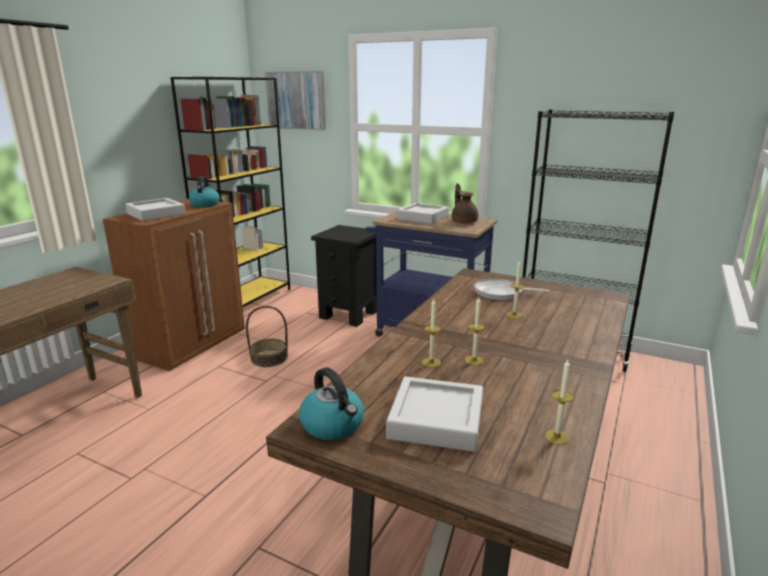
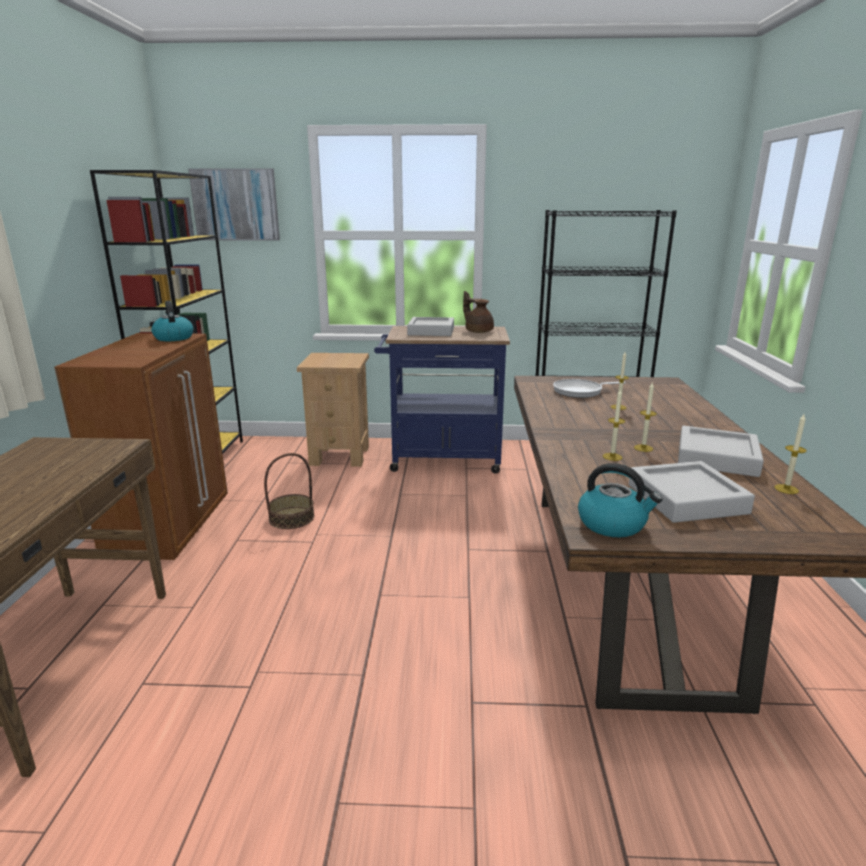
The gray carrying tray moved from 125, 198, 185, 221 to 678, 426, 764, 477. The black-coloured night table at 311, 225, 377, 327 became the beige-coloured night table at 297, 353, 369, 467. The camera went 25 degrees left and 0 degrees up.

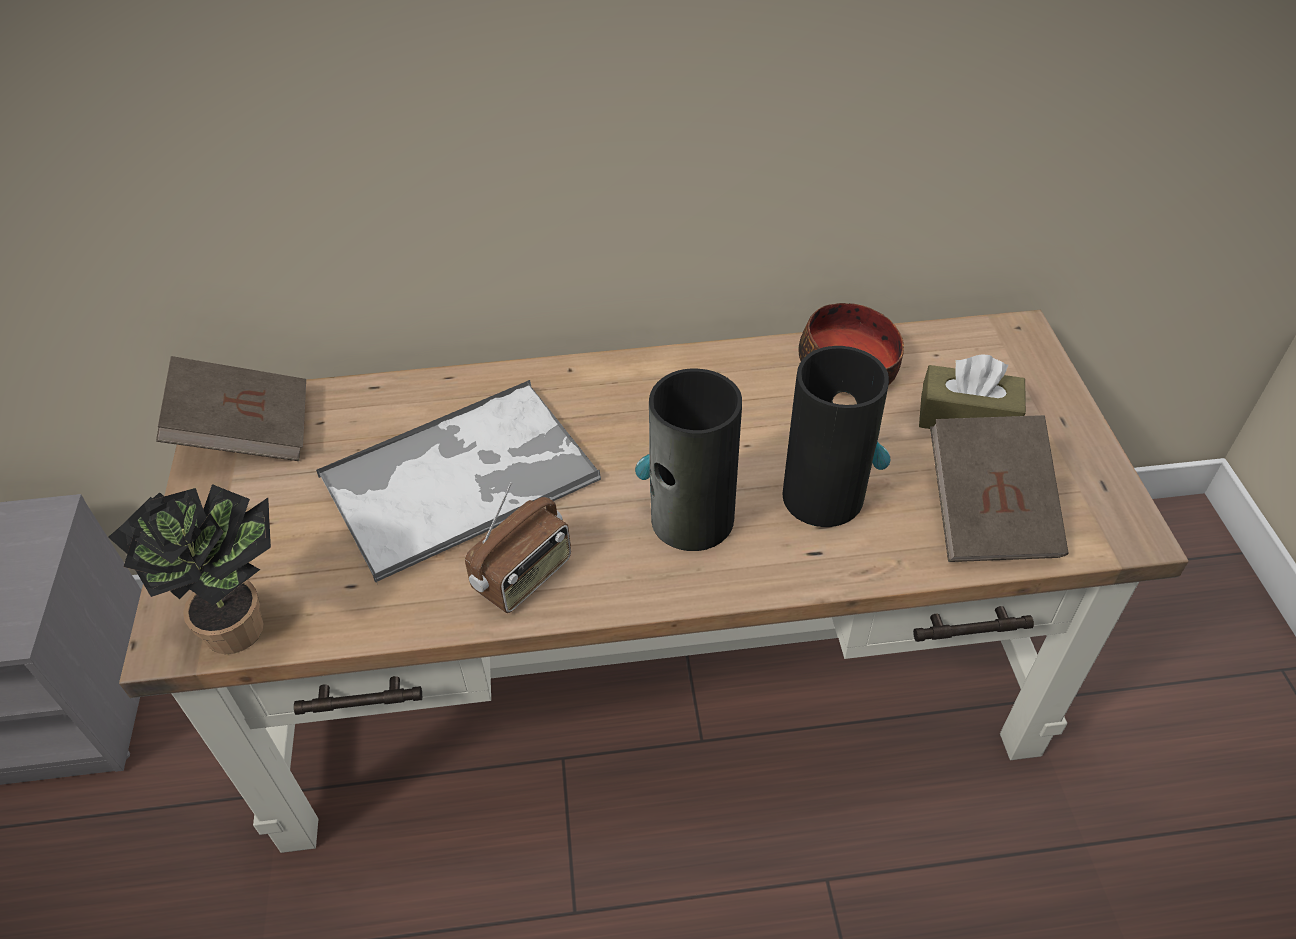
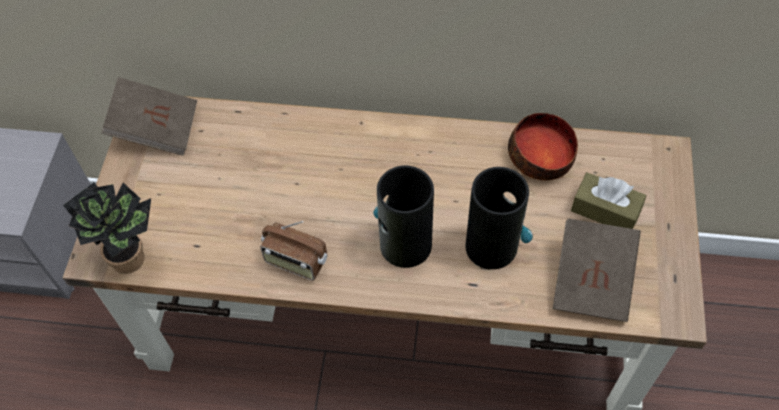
The carrying tray at 316, 380, 601, 583 disappeared. The radio at 465, 482, 571, 613 turned 60 degrees clockwise. The camera went 15 degrees right and 10 degrees up.

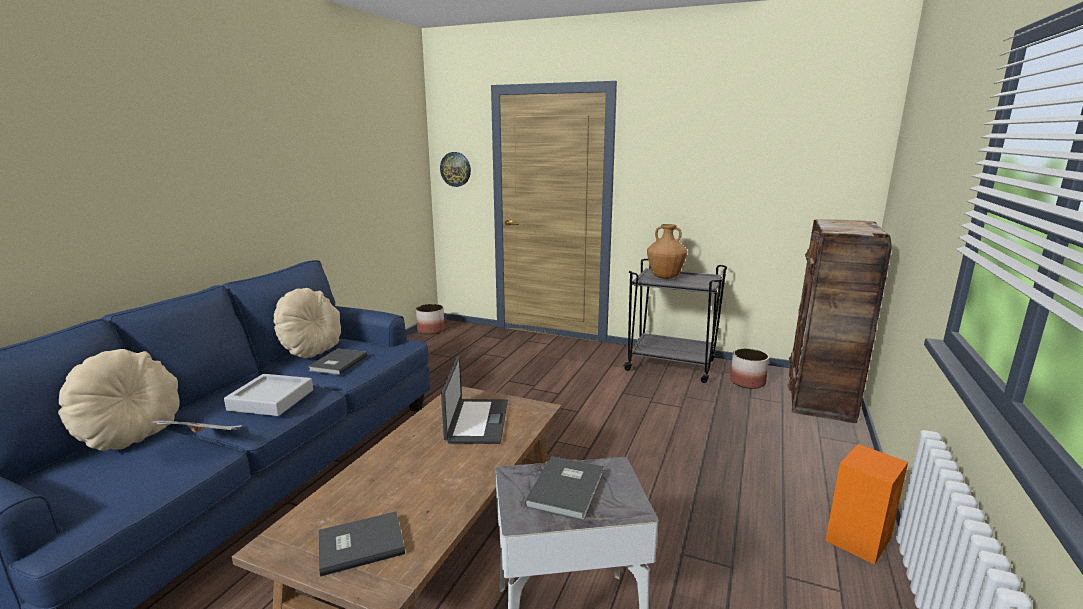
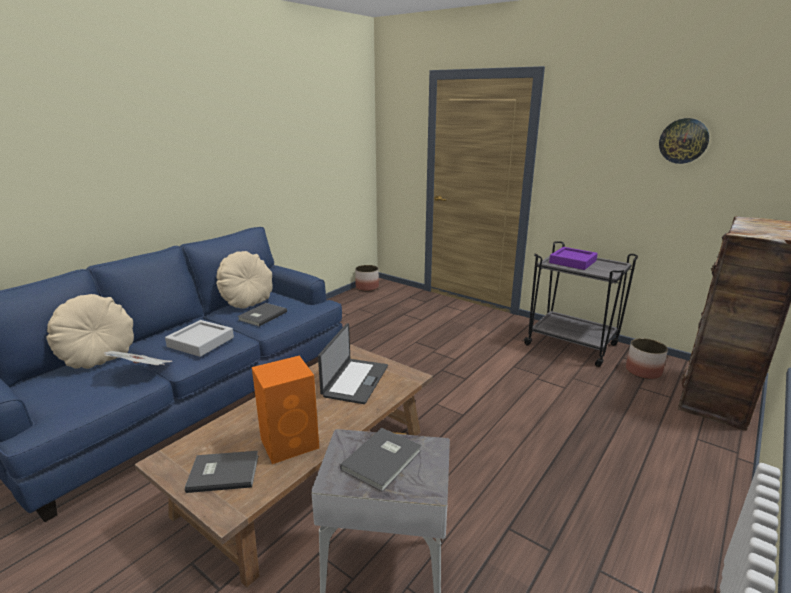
The wall clock moved from 440, 152, 471, 187 to 659, 118, 709, 164. The brownish vase at 647, 224, 688, 279 was replaced by the purplish carrying tray at 549, 247, 598, 270. The orangey loudspeaker moved from 825, 444, 908, 565 to 252, 356, 319, 464. The camera went 15 degrees right and 5 degrees up.

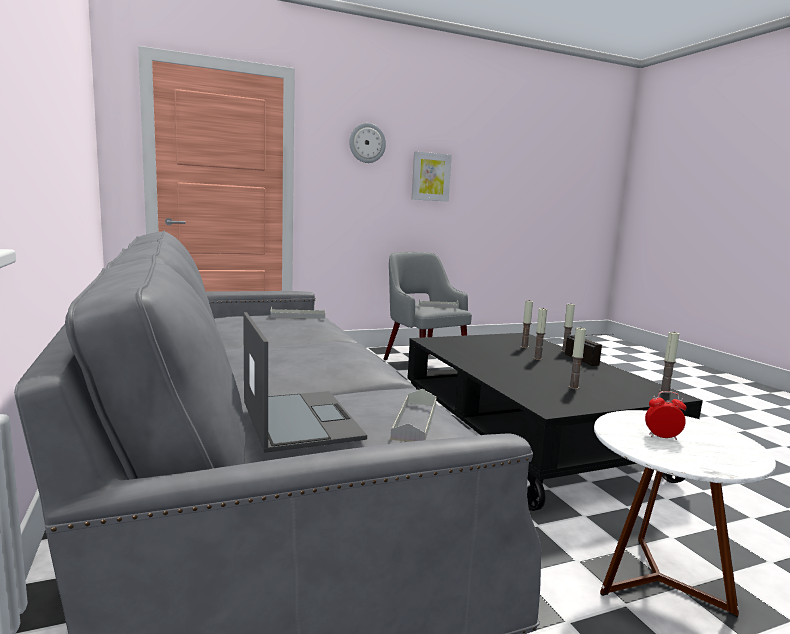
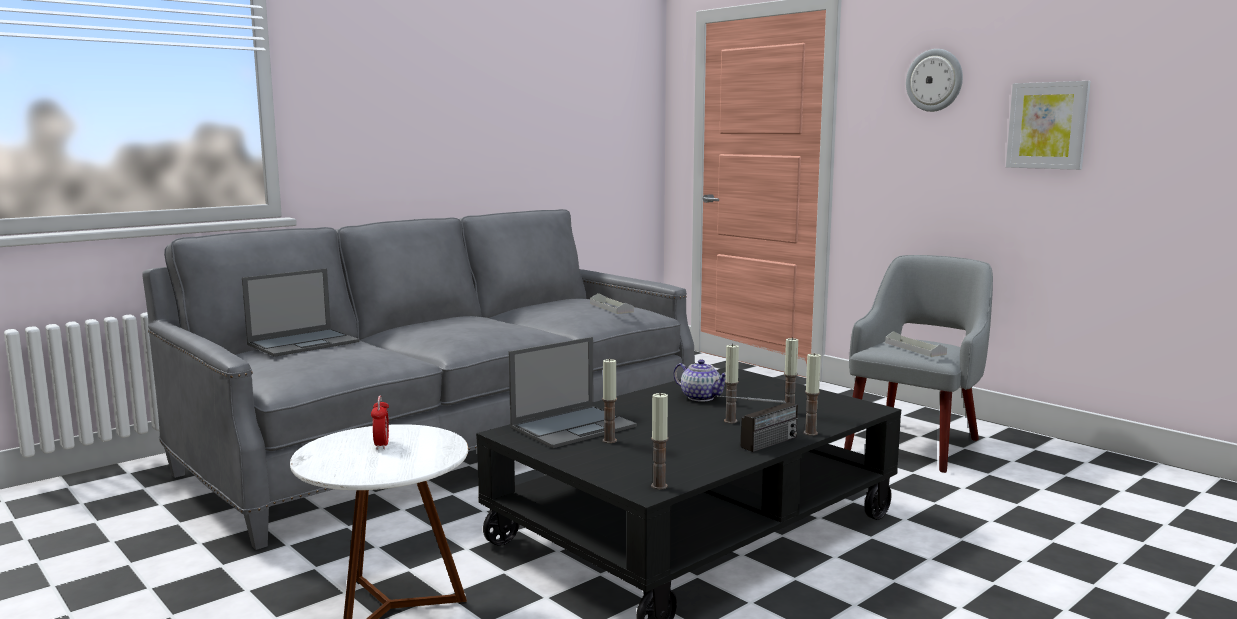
The gray carrying tray at 391, 389, 437, 442 disappeared. The notebook computer at 509, 337, 637, 448 appeared. The tea pot at 674, 359, 726, 402 appeared. The camera went 70 degrees right and 0 degrees up.

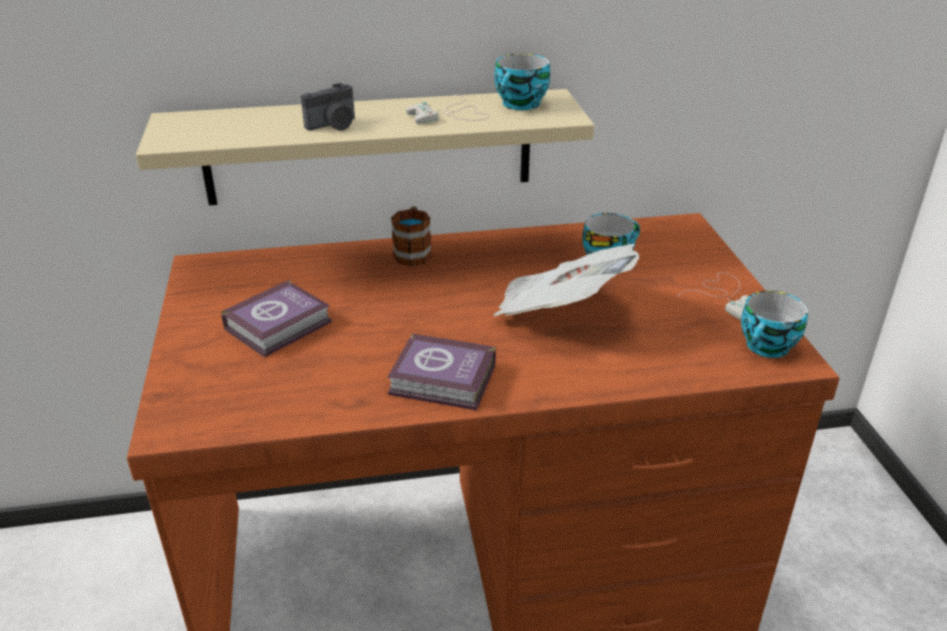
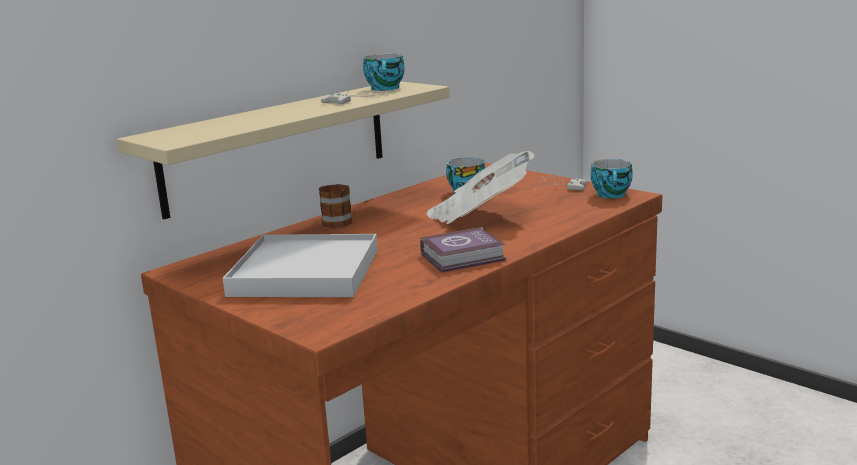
The volume at 221, 280, 332, 357 was replaced by the whitish carrying tray at 223, 234, 378, 297. The photo camera at 301, 83, 355, 131 disappeared. The camera went 35 degrees left and 15 degrees down.

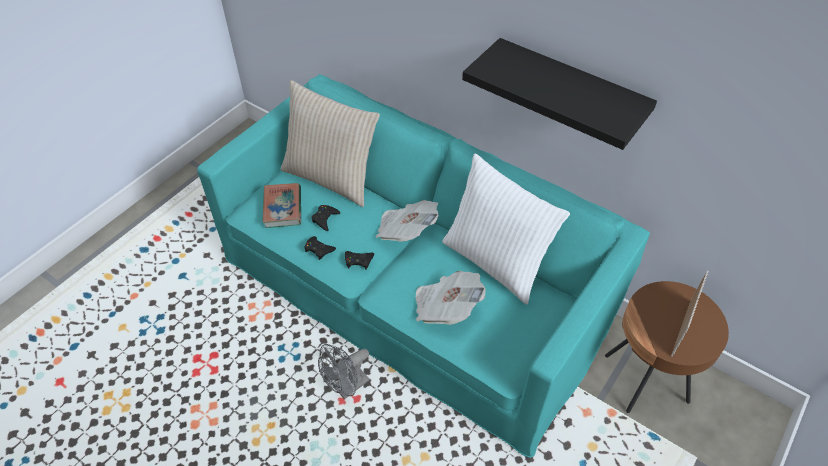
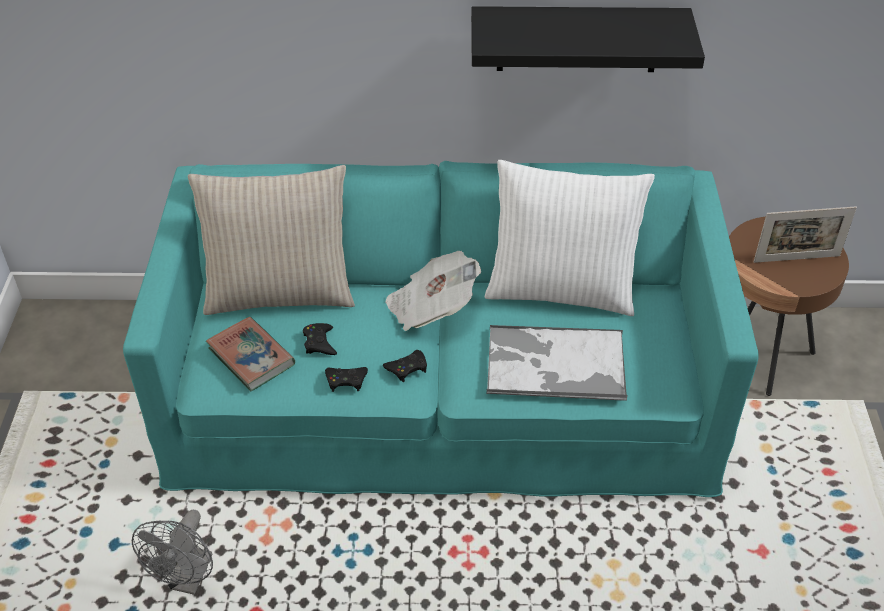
The gray cooling fan moved from 318, 344, 370, 400 to 132, 510, 213, 595. The printed paper at 416, 271, 486, 325 was replaced by the carrying tray at 486, 325, 628, 401. The picture frame at 671, 271, 708, 357 turned 90 degrees clockwise. The camera went 35 degrees left and 5 degrees down.

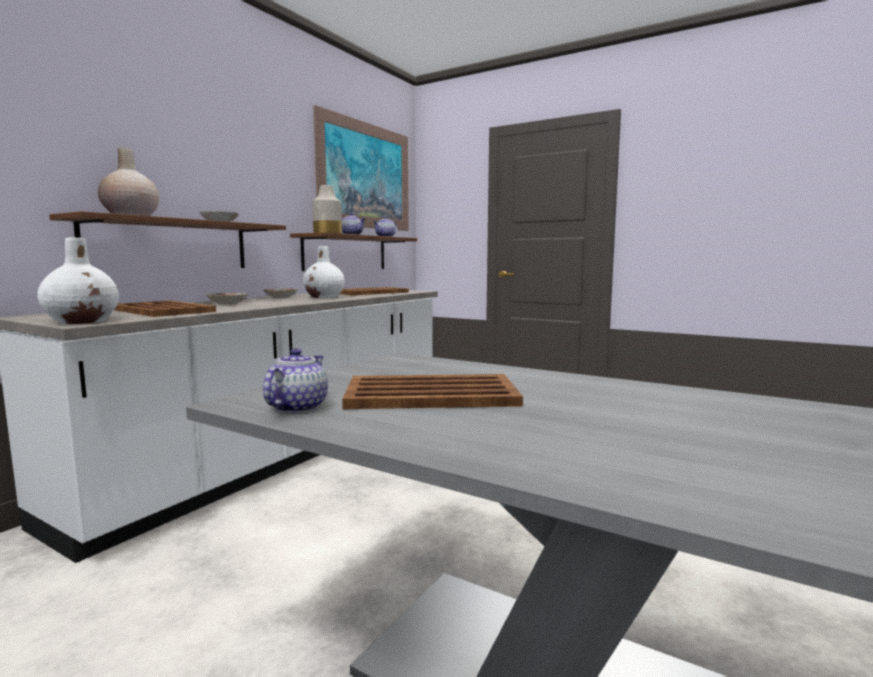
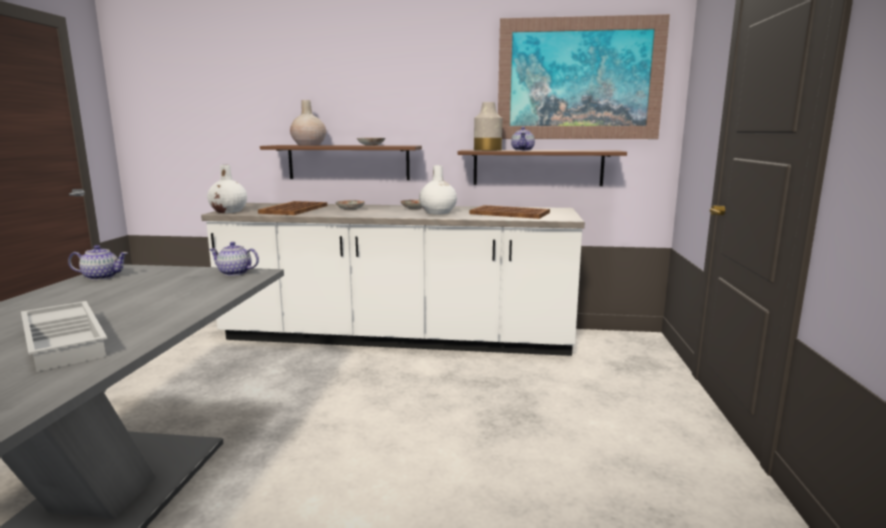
The brownish carrying tray at 342, 374, 523, 409 disappeared. The tea pot moved from 373, 216, 398, 237 to 209, 242, 259, 276. The whitish carrying tray at 21, 301, 107, 372 appeared. The camera went 65 degrees right and 5 degrees up.

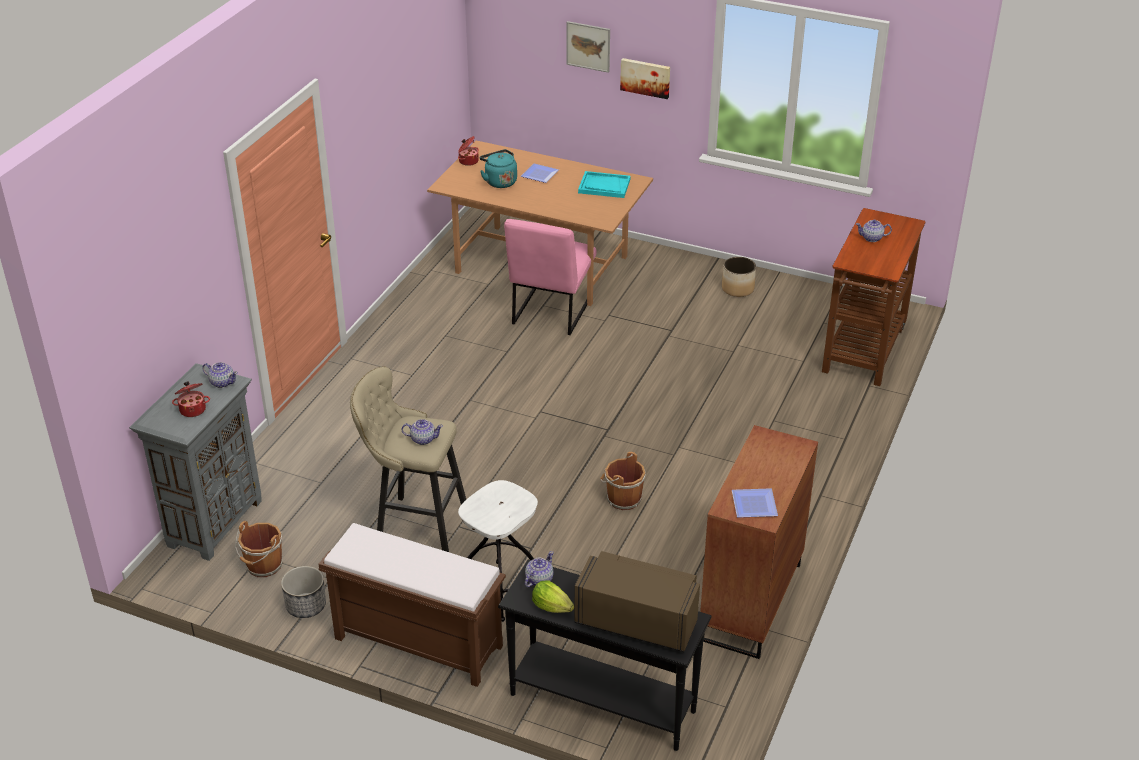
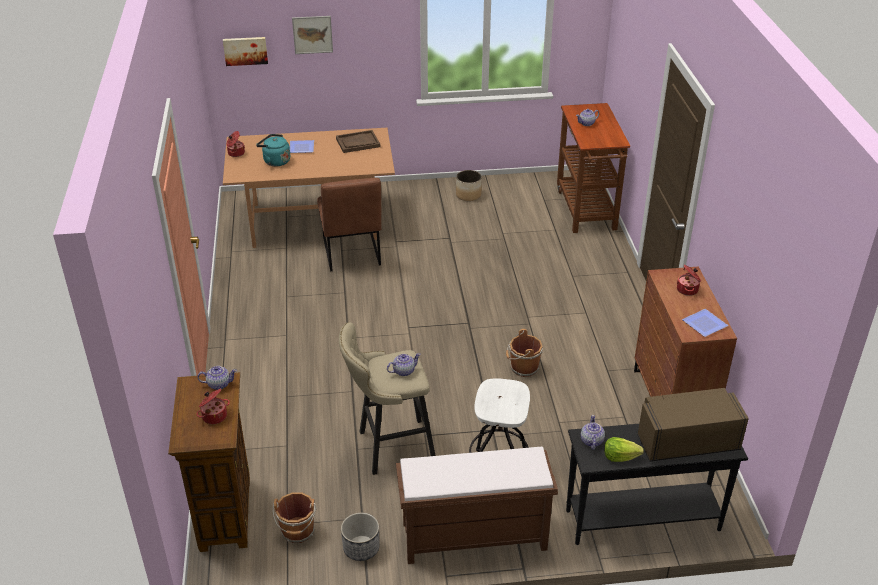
The gray cabinet at 129, 363, 261, 561 became the brownish cabinet at 168, 372, 250, 552. The pinkish plain chair at 504, 219, 597, 335 became the brownish plain chair at 317, 178, 382, 271. The turquoise-coloured carrying tray at 578, 171, 631, 198 became the brownish carrying tray at 336, 130, 380, 153. The wall art moved from 620, 58, 670, 99 to 223, 37, 268, 66. The stockpot at 677, 265, 701, 296 appeared. The camera went 30 degrees left and 0 degrees up.

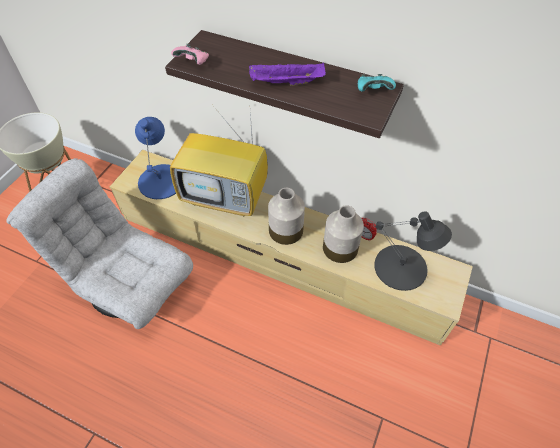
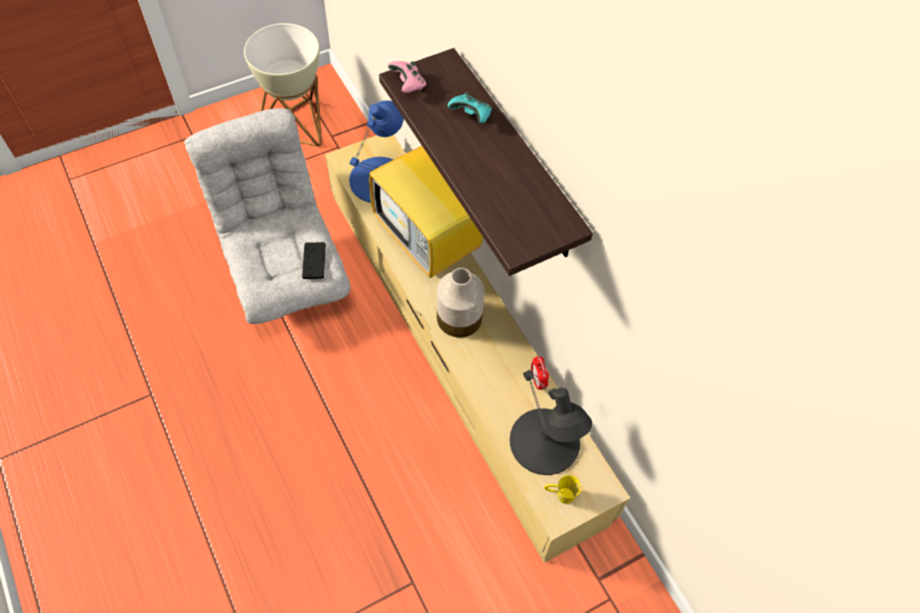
The purplish carrying tray at 249, 63, 326, 86 disappeared. The beige-coloured vase at 323, 205, 364, 263 disappeared. The turquoise-coloured joypad moved from 358, 74, 396, 92 to 448, 92, 492, 123. The black-coloured joypad at 302, 242, 326, 279 appeared. The yellowish coffee mug at 544, 475, 581, 504 appeared. The camera went 35 degrees right and 5 degrees up.

